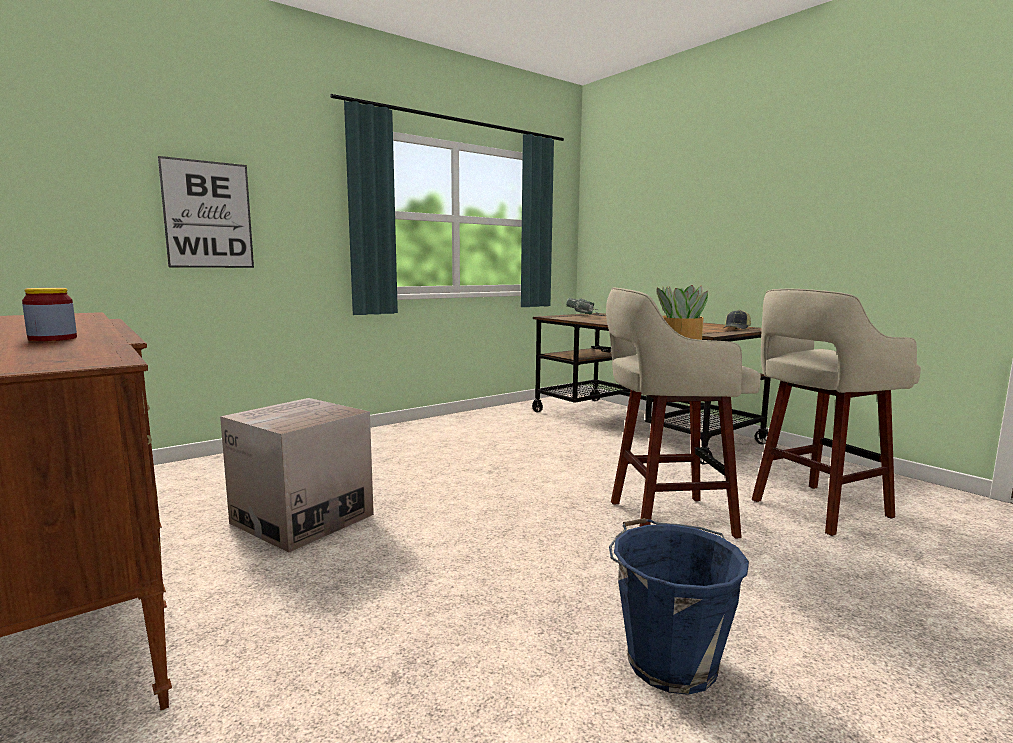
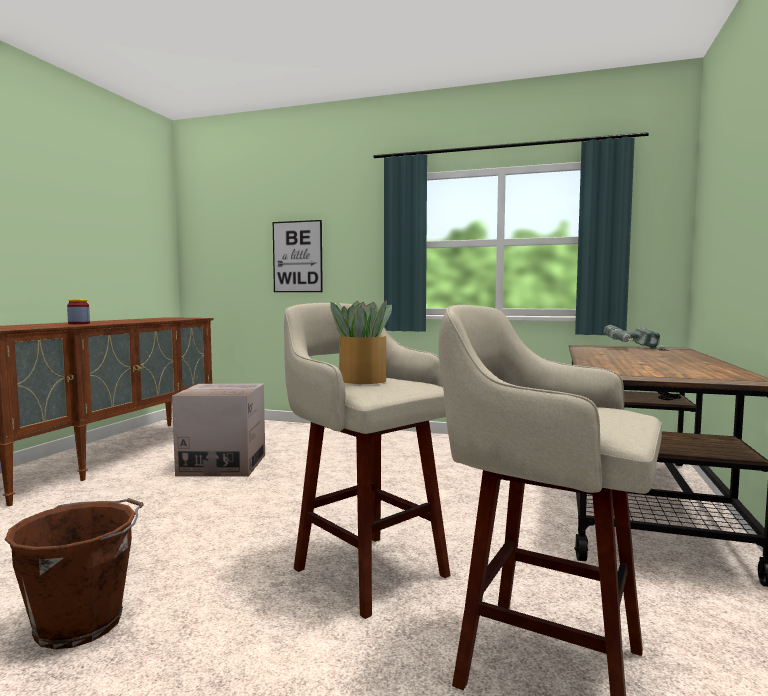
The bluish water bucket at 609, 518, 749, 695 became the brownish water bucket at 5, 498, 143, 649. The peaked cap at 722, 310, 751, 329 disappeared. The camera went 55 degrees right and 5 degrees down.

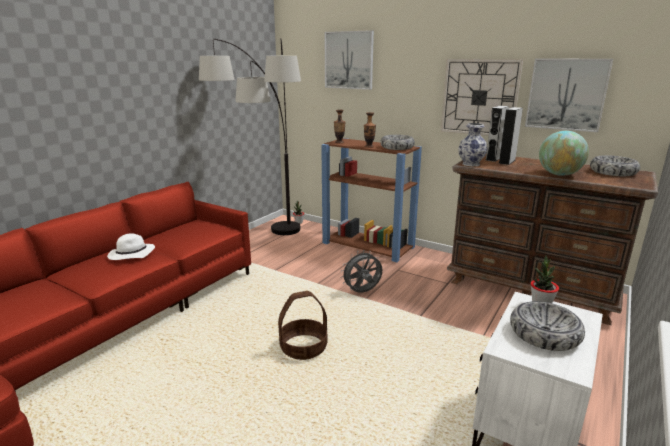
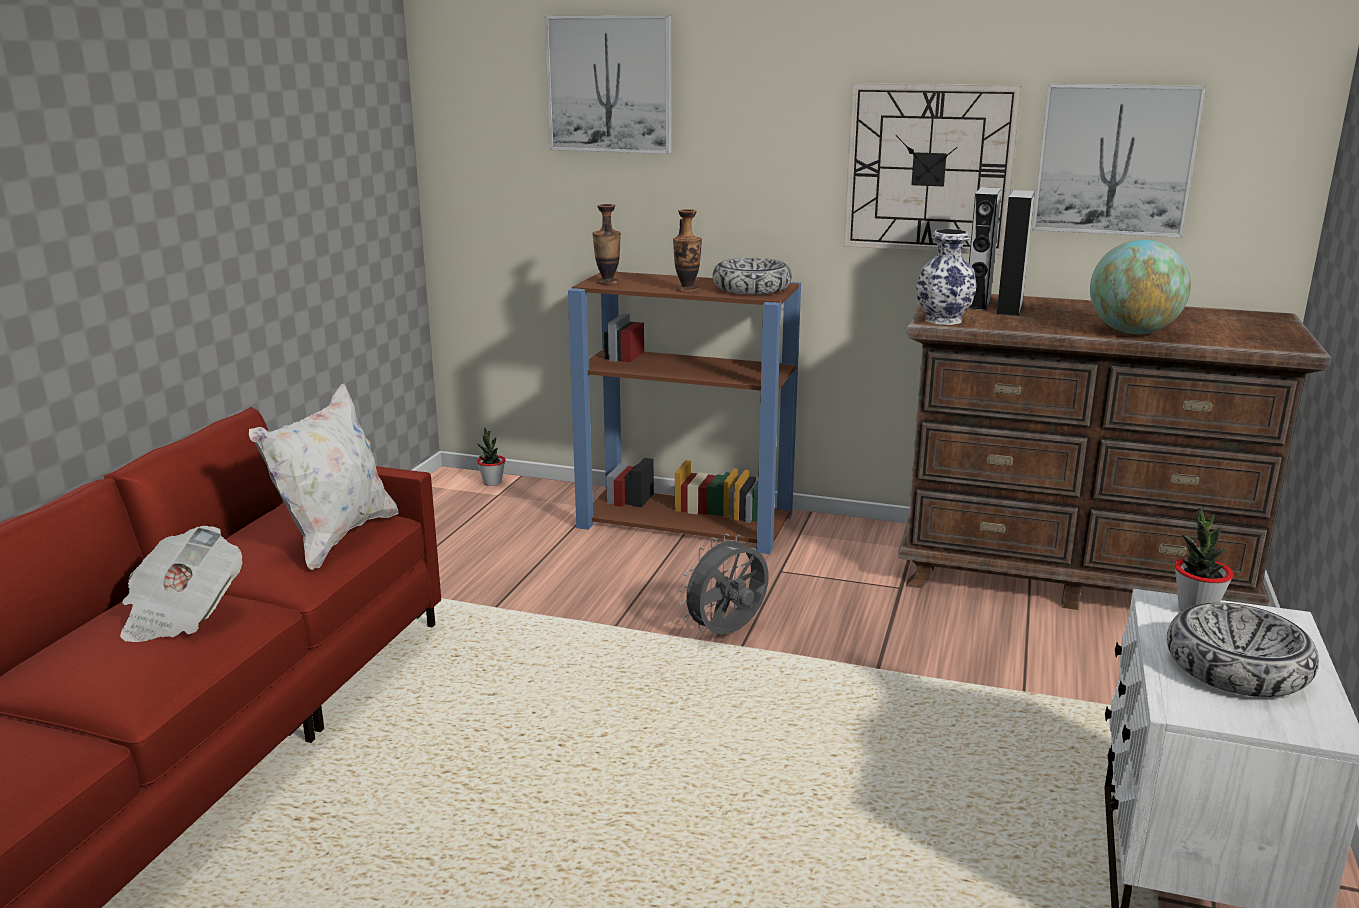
The whitish hat at 107, 233, 155, 260 was replaced by the printed paper at 120, 526, 242, 642. The standard lamp at 199, 38, 301, 235 disappeared. The storage basket at 278, 291, 327, 360 disappeared. The bowl at 590, 155, 640, 176 disappeared. The whitish cushion at 249, 383, 398, 570 appeared. The camera went 15 degrees left and 0 degrees up.

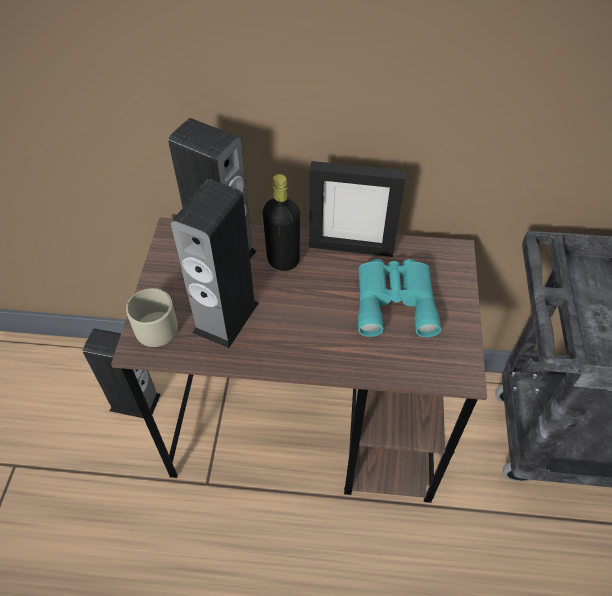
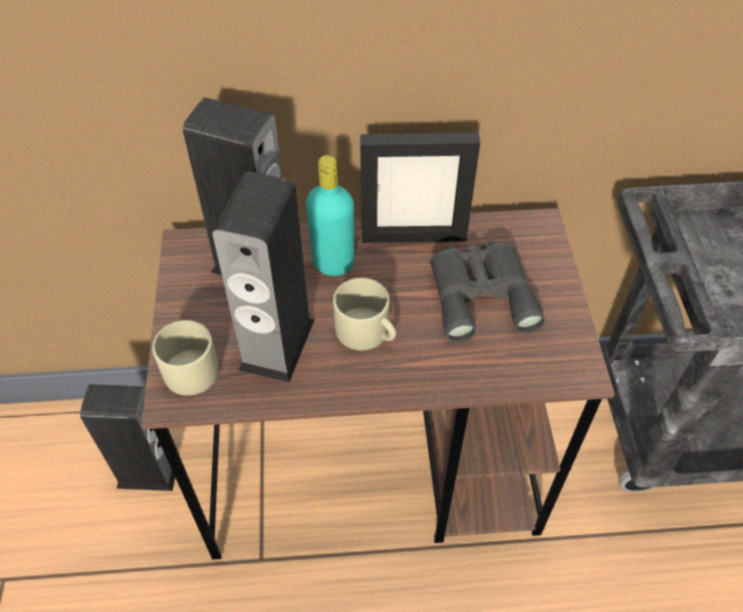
The black-coloured bottle at 263, 174, 300, 271 became the turquoise-coloured bottle at 306, 155, 354, 276. The turquoise-coloured pair of binoculars at 358, 259, 441, 337 became the gray pair of binoculars at 430, 241, 546, 343. The beige-coloured coffee mug at 333, 278, 396, 350 appeared. The camera went 10 degrees left and 0 degrees up.

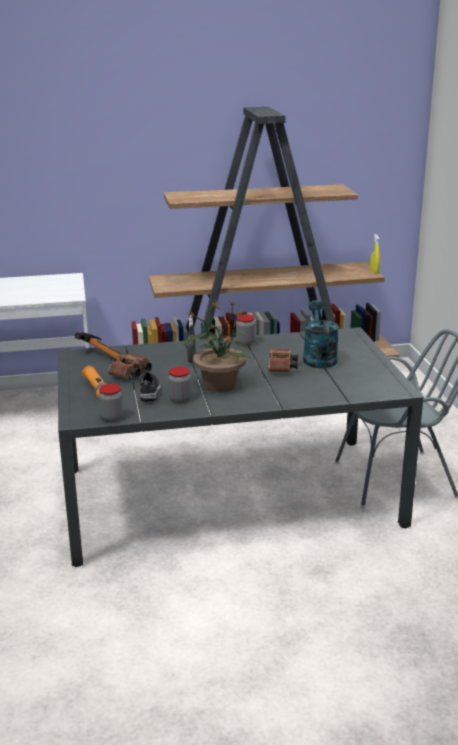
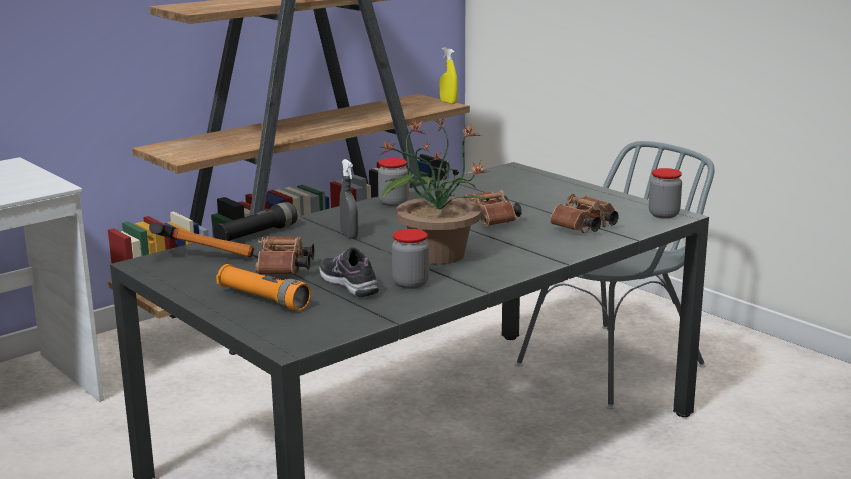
The jar moved from 99, 384, 123, 422 to 649, 168, 682, 219. The turquoise-coloured sprinkling can at 303, 300, 339, 368 disappeared. The black-coloured flashlight at 213, 202, 297, 241 appeared. The brownish pair of binoculars at 550, 194, 619, 233 appeared. The camera went 30 degrees left and 5 degrees down.

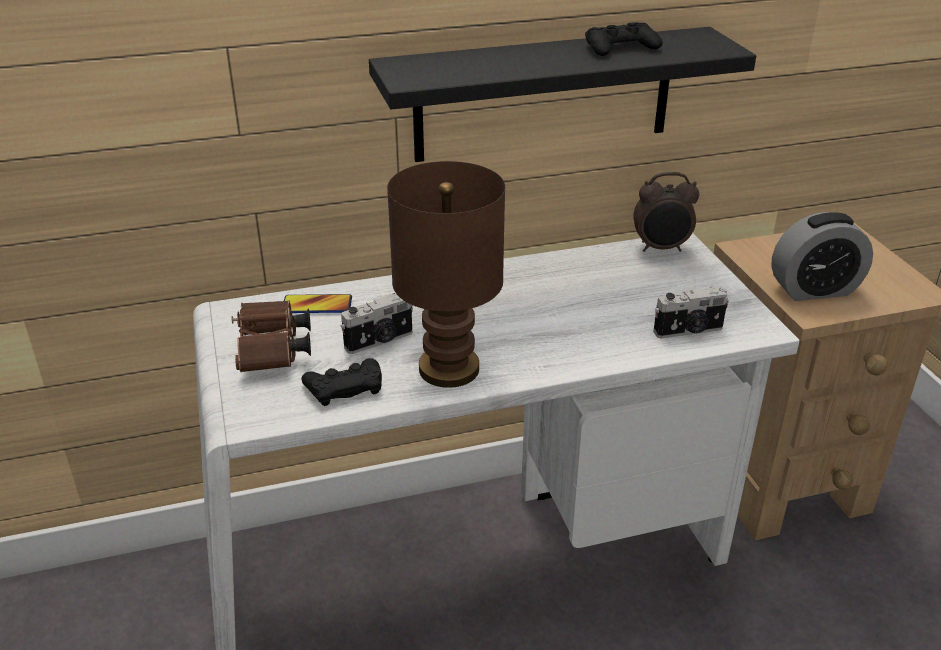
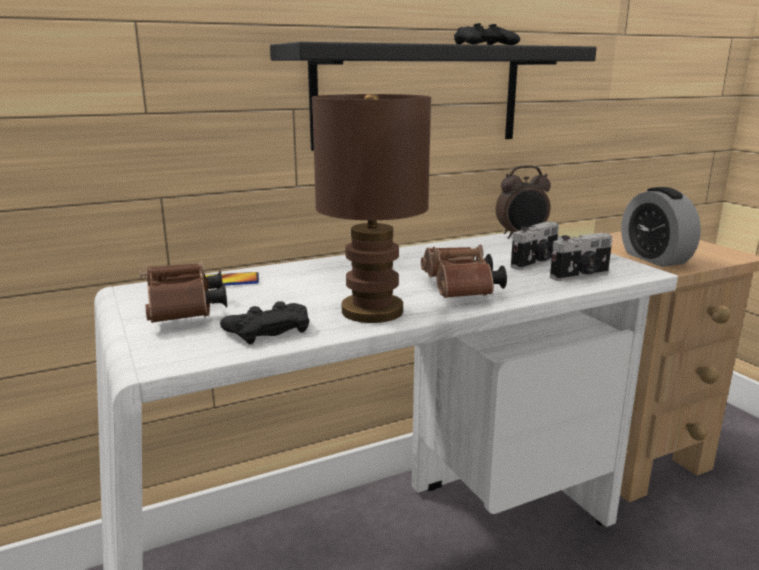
The photo camera moved from 341, 293, 413, 354 to 511, 221, 559, 270. The alarm clock at 771, 212, 873, 301 turned 90 degrees clockwise. The brownish pair of binoculars at 421, 244, 507, 298 appeared. The camera went 10 degrees left and 15 degrees down.

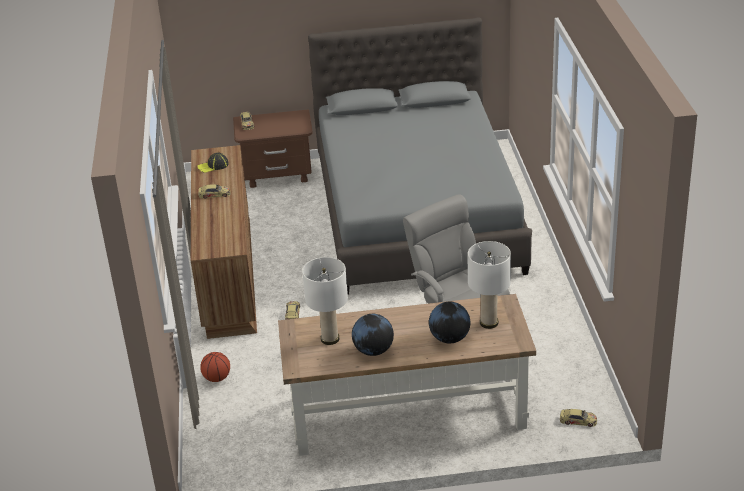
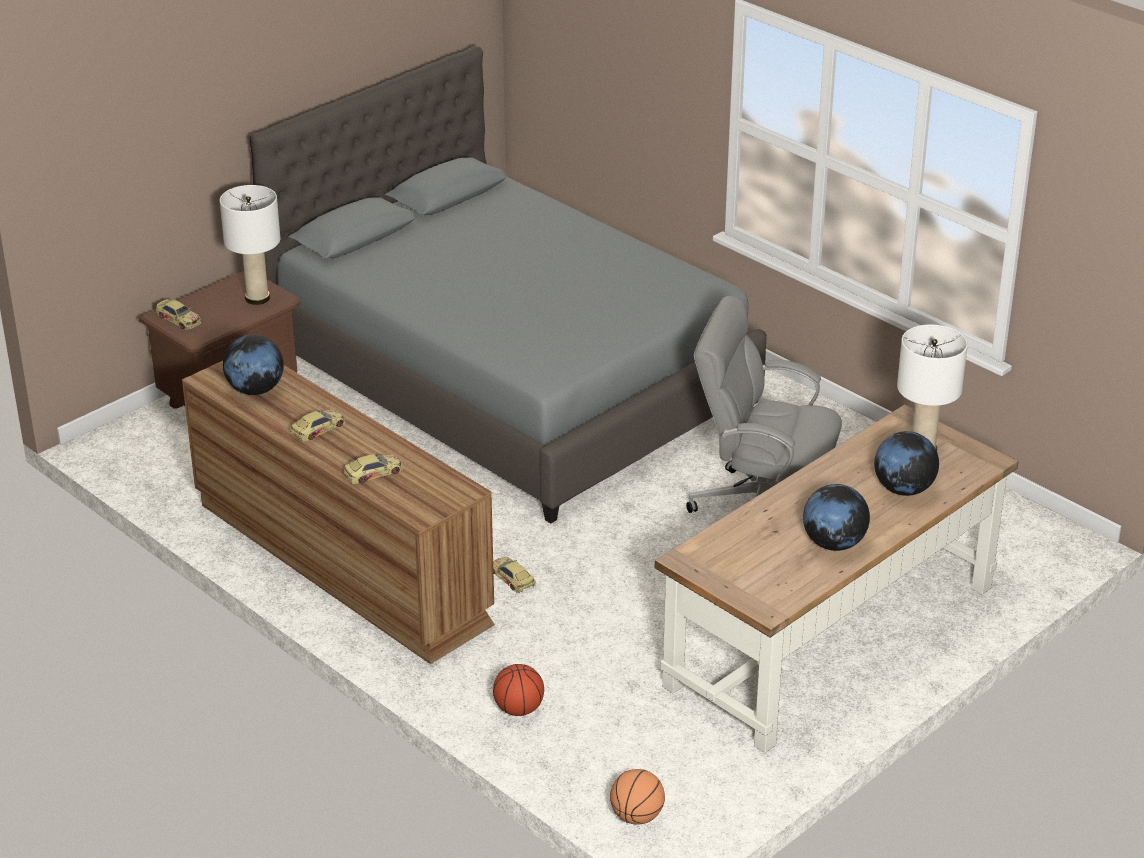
The peaked cap at 197, 152, 229, 173 was replaced by the desk globe at 223, 335, 284, 395. The whitish tabletop lamp moved from 302, 257, 348, 345 to 220, 185, 280, 305. The toy car moved from 560, 409, 597, 427 to 344, 454, 403, 484. The basketball at 610, 769, 665, 824 appeared. The camera went 40 degrees left and 0 degrees up.

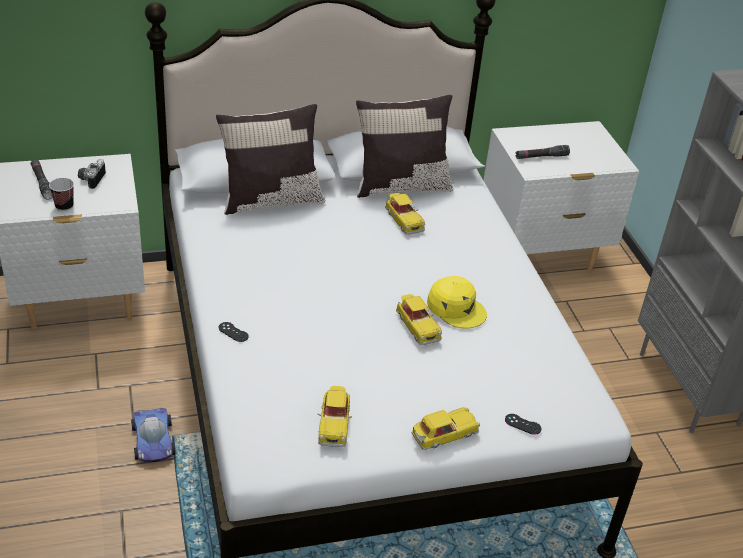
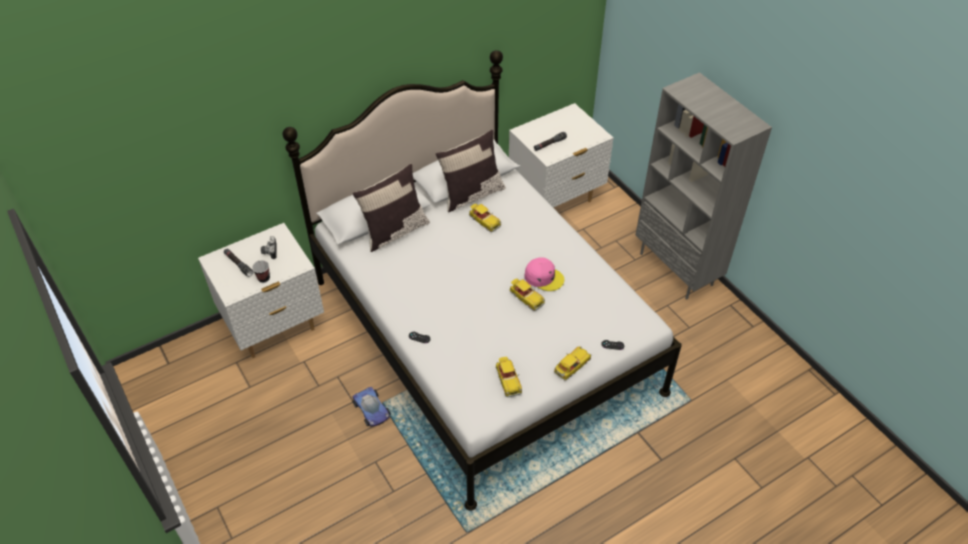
The yellowish peaked cap at 427, 276, 487, 329 became the pinkish peaked cap at 524, 257, 565, 291. The camera went 15 degrees left and 10 degrees up.

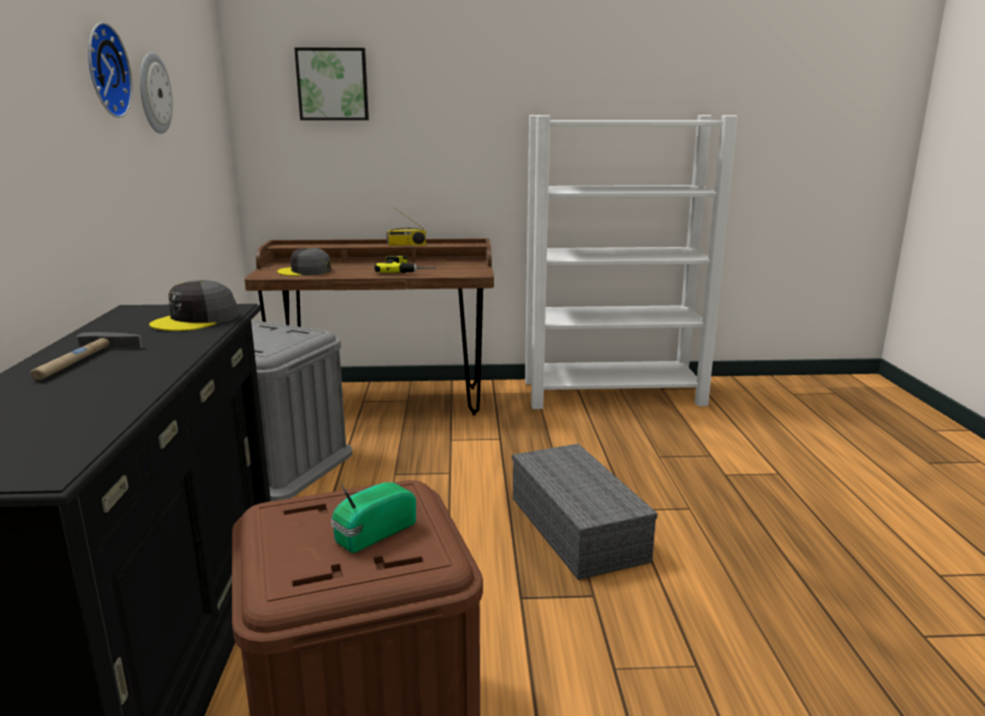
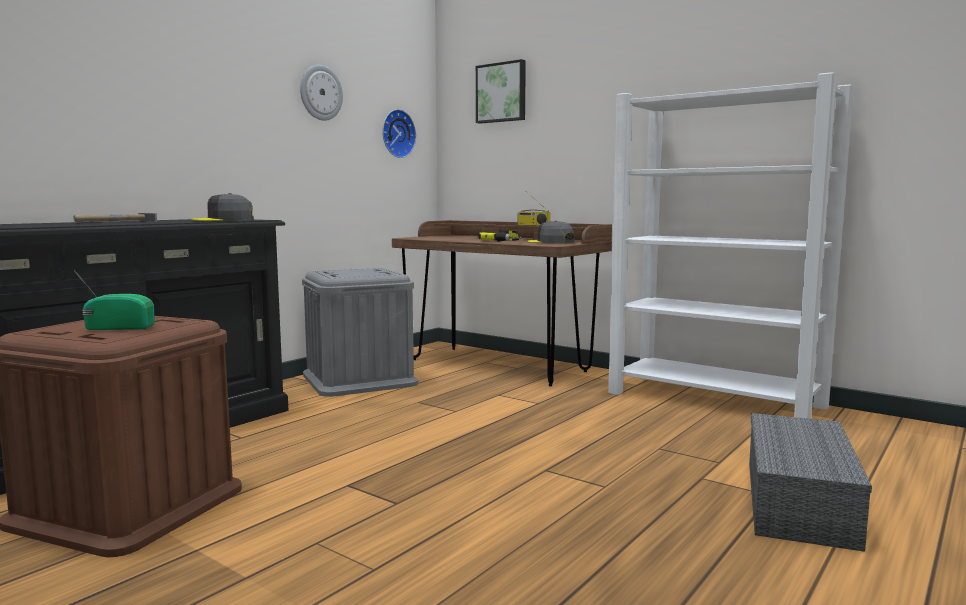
The wall clock moved from 88, 22, 133, 118 to 382, 109, 416, 158. The gray peaked cap moved from 277, 248, 332, 276 to 527, 221, 575, 243. The gray storage container moved from 512, 444, 658, 580 to 749, 413, 872, 552. The camera went 40 degrees right and 10 degrees down.

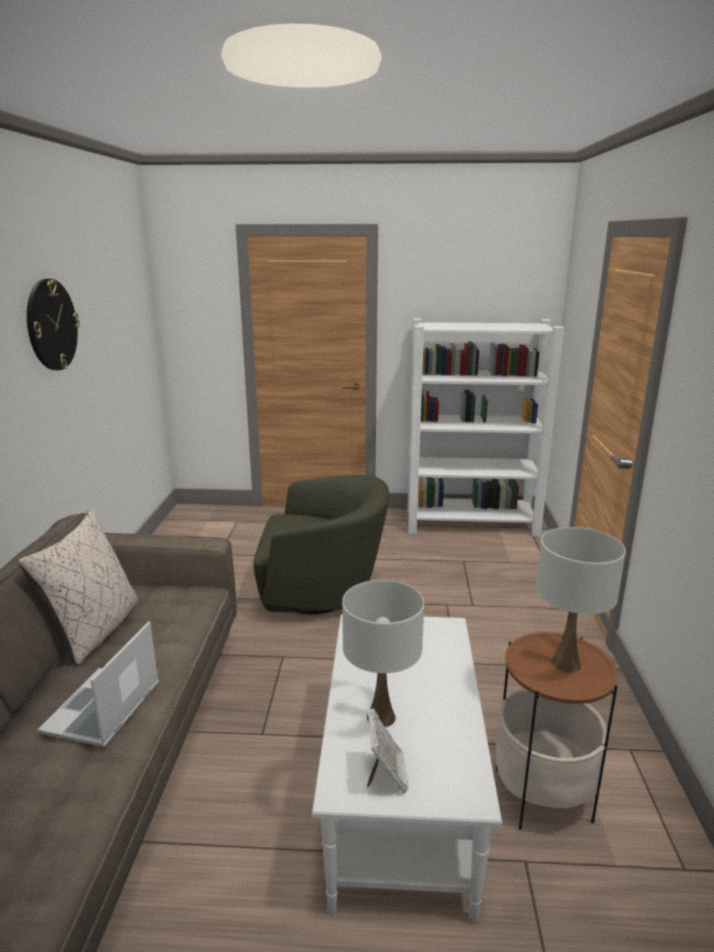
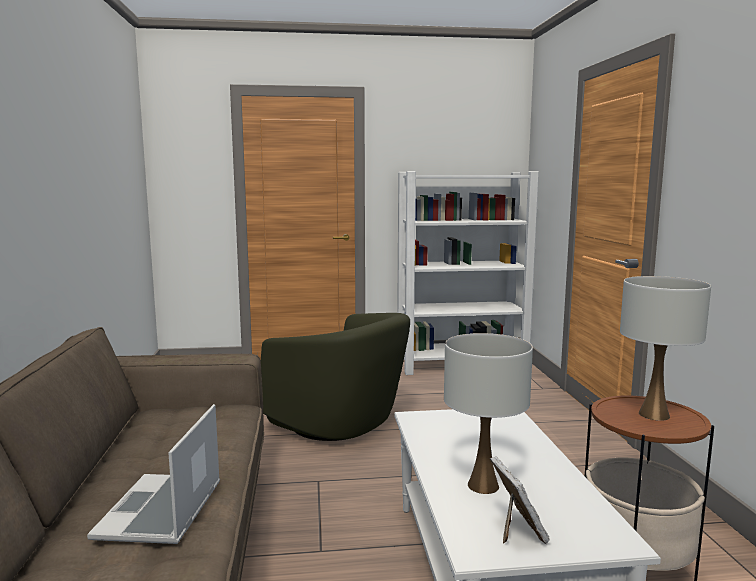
The beige-coloured cushion at 19, 509, 138, 666 disappeared. The wall clock at 27, 279, 80, 370 disappeared. The greenish armchair at 253, 475, 389, 614 turned 45 degrees clockwise. The camera went 10 degrees left and 10 degrees down.

